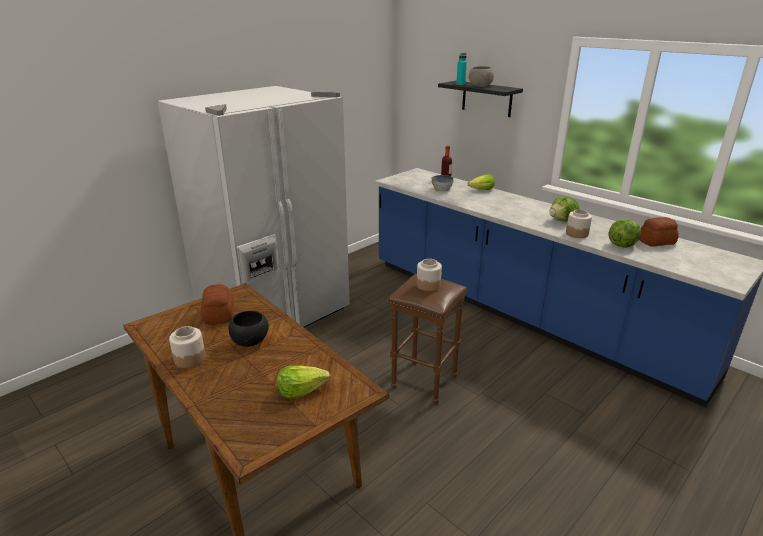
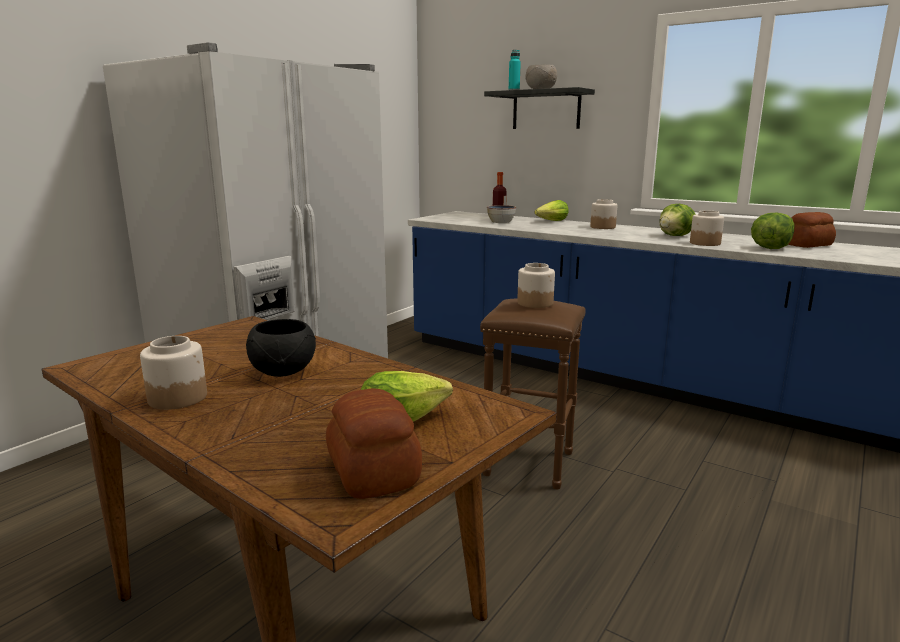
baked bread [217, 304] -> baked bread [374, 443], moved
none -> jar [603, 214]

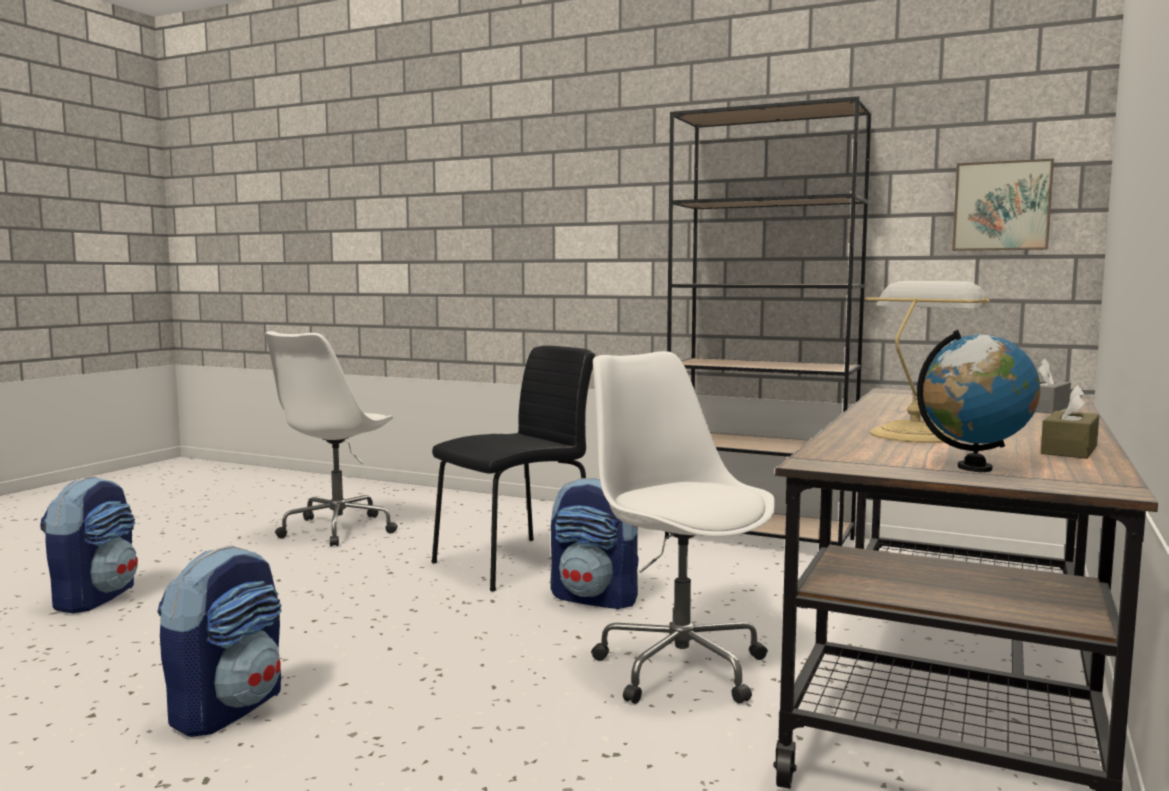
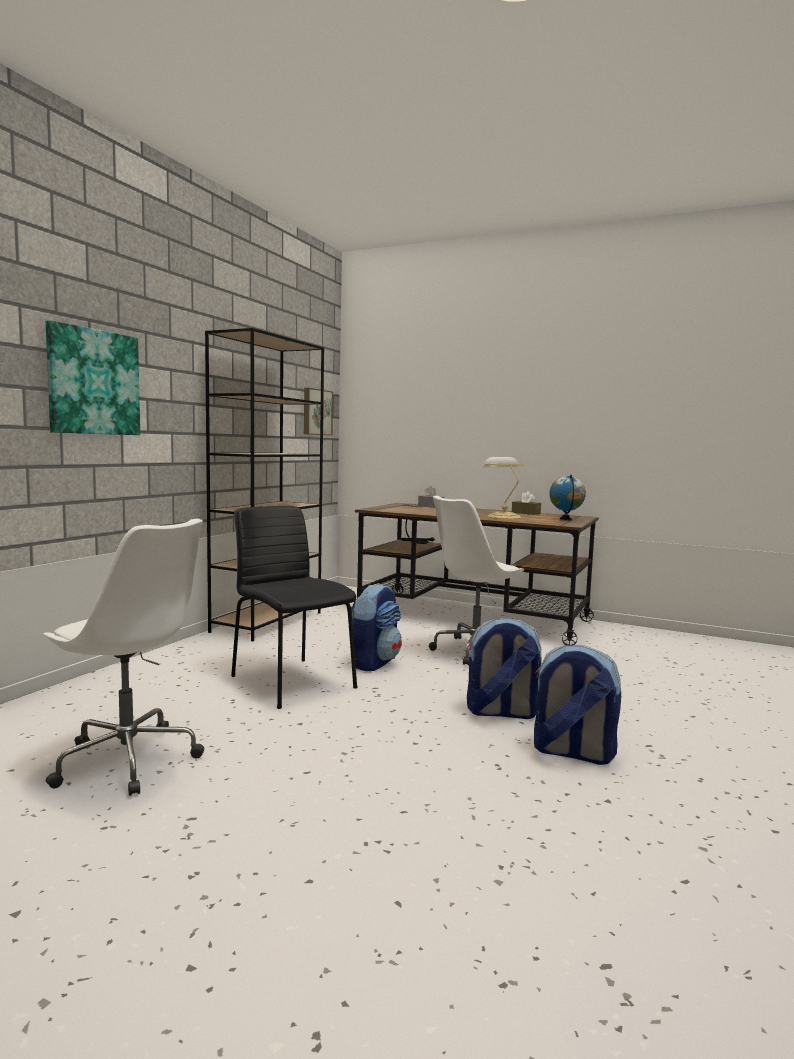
none -> wall art [93, 377]
rucksack [89, 544] -> rucksack [504, 668], moved

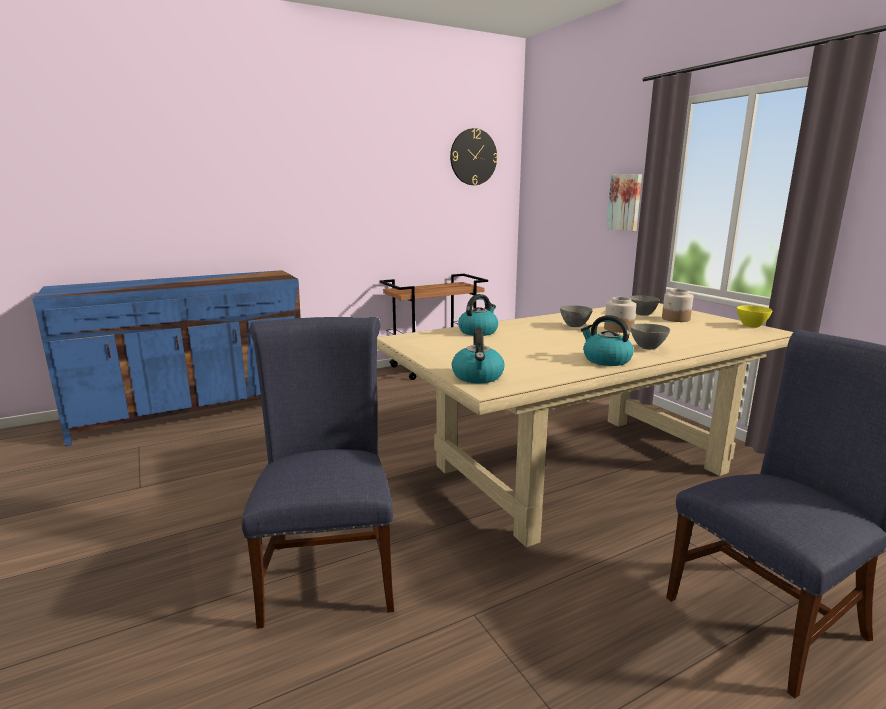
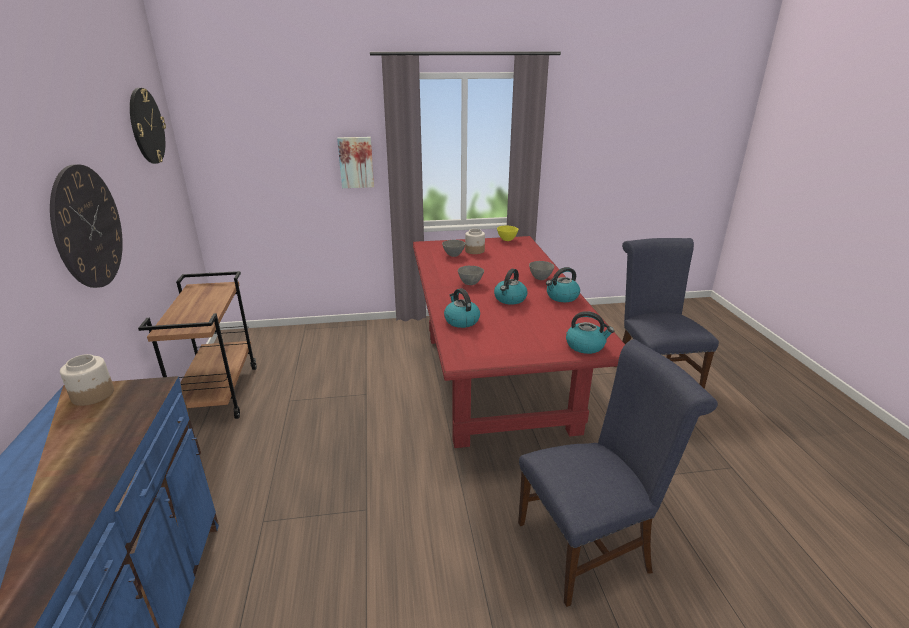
none -> wall clock [86, 226]
jar [620, 315] -> jar [87, 380], moved
beige-coloured dinner table [585, 425] -> red-coloured dinner table [519, 342]
none -> water kettle [510, 287]
blue plain chair [318, 473] -> blue plain chair [618, 473], 150 degrees clockwise

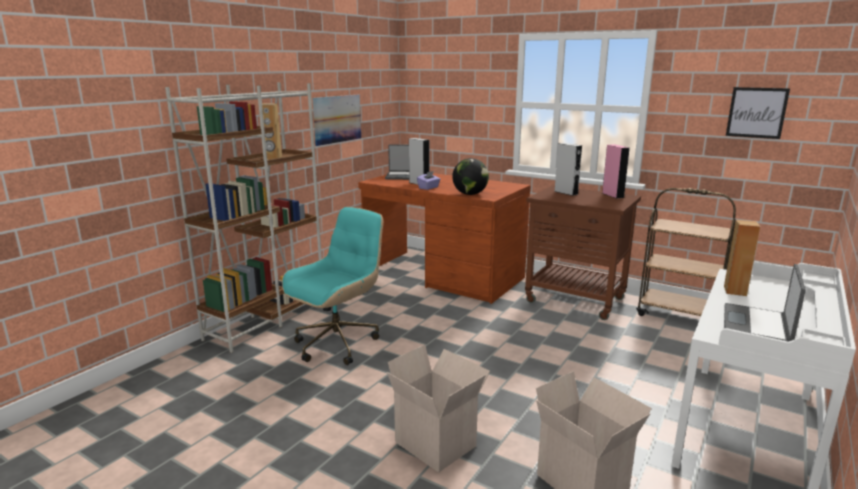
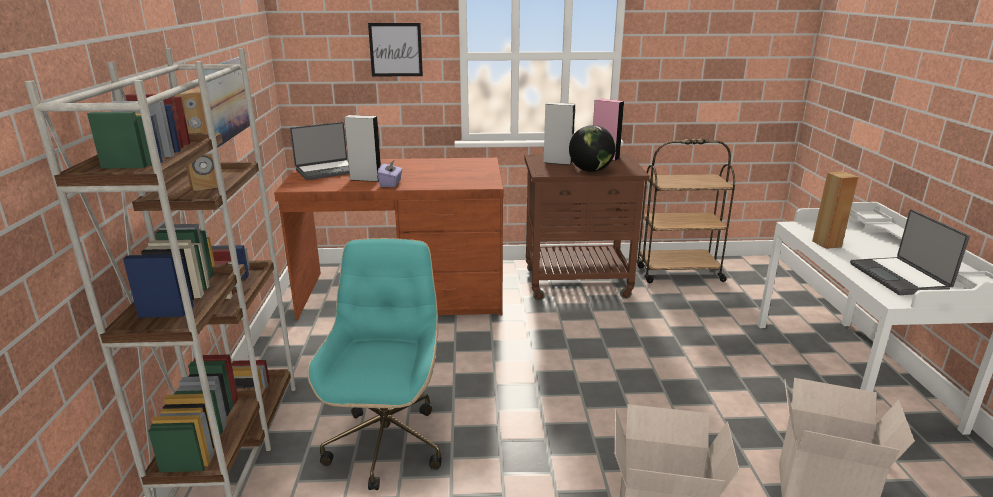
wall art [758, 113] -> wall art [395, 49], moved
globe [470, 176] -> globe [592, 148], moved

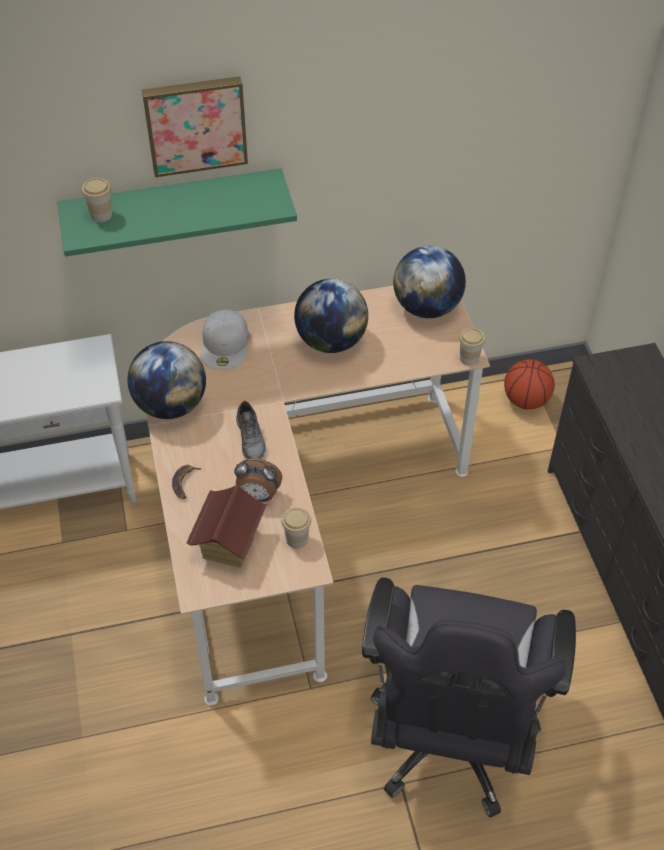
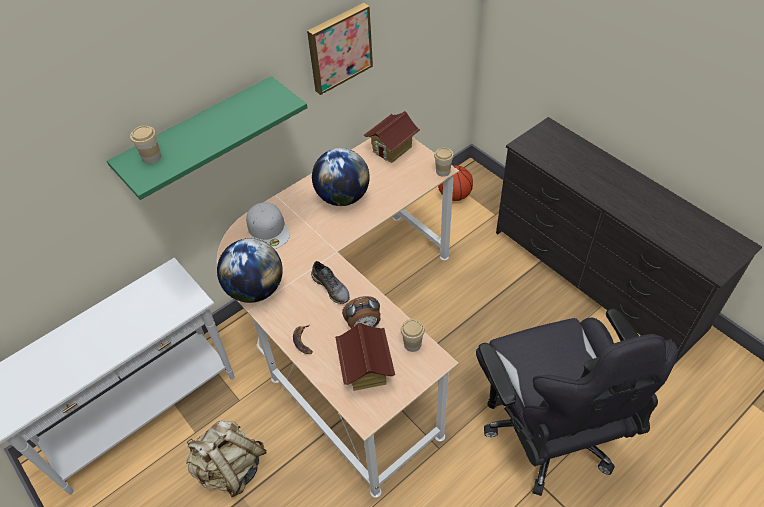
none -> beige-coloured rucksack [226, 458]
wall art [195, 126] -> wall art [340, 49], moved
globe [429, 282] -> model house [391, 137]

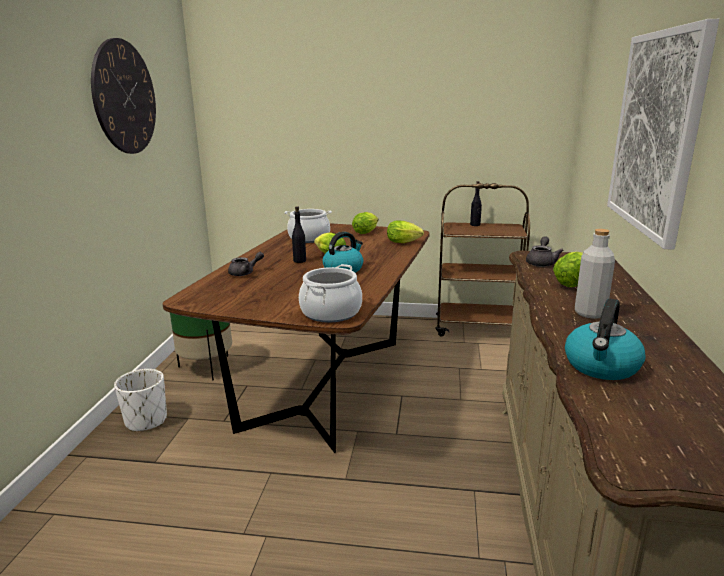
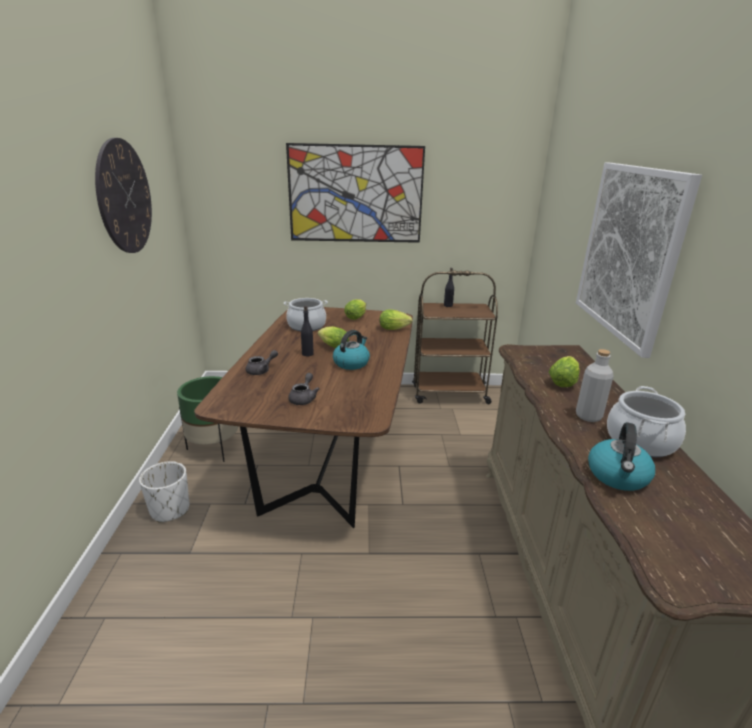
none -> wall art [355, 193]
grey teapot [544, 251] -> grey teapot [304, 389], moved
saucepot [330, 293] -> saucepot [646, 421], moved

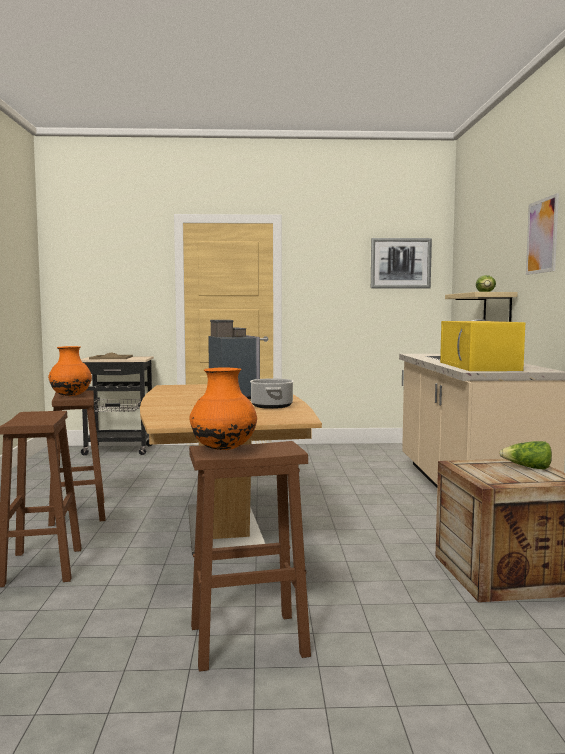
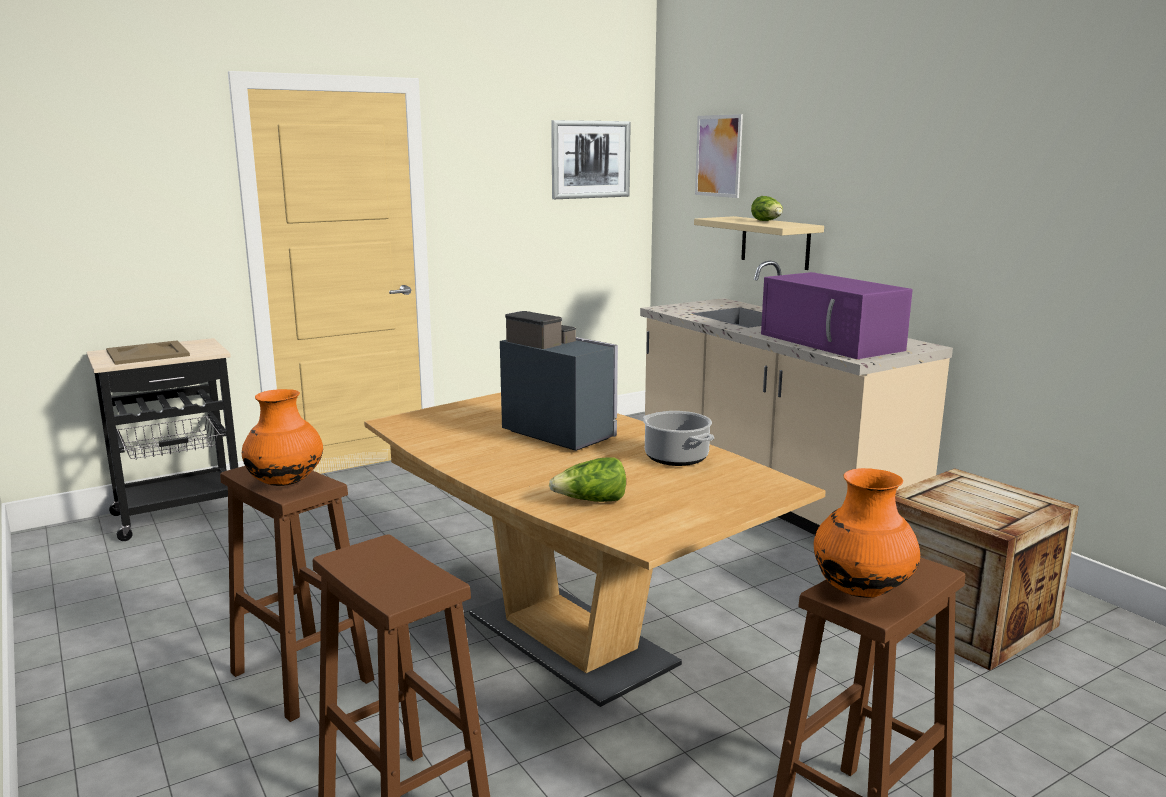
head of lettuce [525, 455] -> head of lettuce [587, 479], moved
wall art [542, 234] -> wall art [719, 156], moved
yellow microwave oven [482, 346] -> purple microwave oven [837, 315]

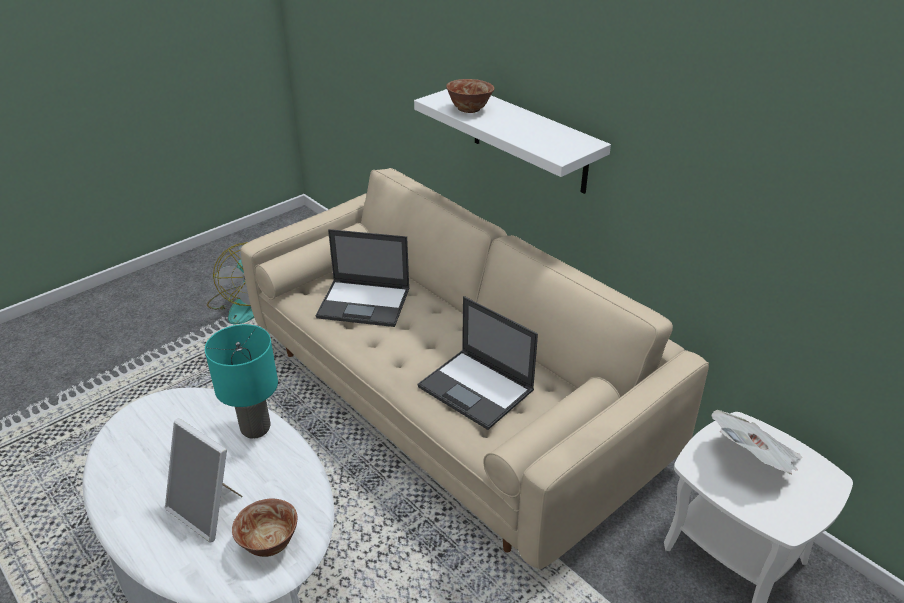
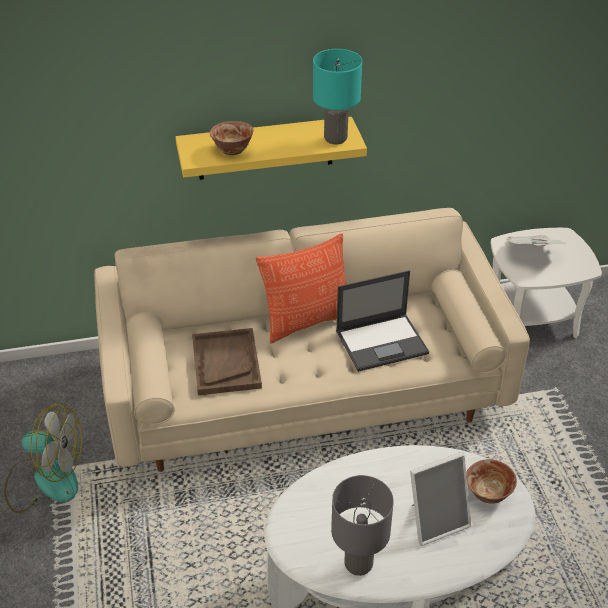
whitish wall shelf [512, 141] -> yellow wall shelf [271, 148]
portable computer [363, 278] -> brownish serving tray [227, 361]
none -> orangey throw pillow [301, 288]
blue-green tabletop lamp [241, 381] -> blue-green tabletop lamp [337, 97], moved
none -> grey tabletop lamp [362, 525]

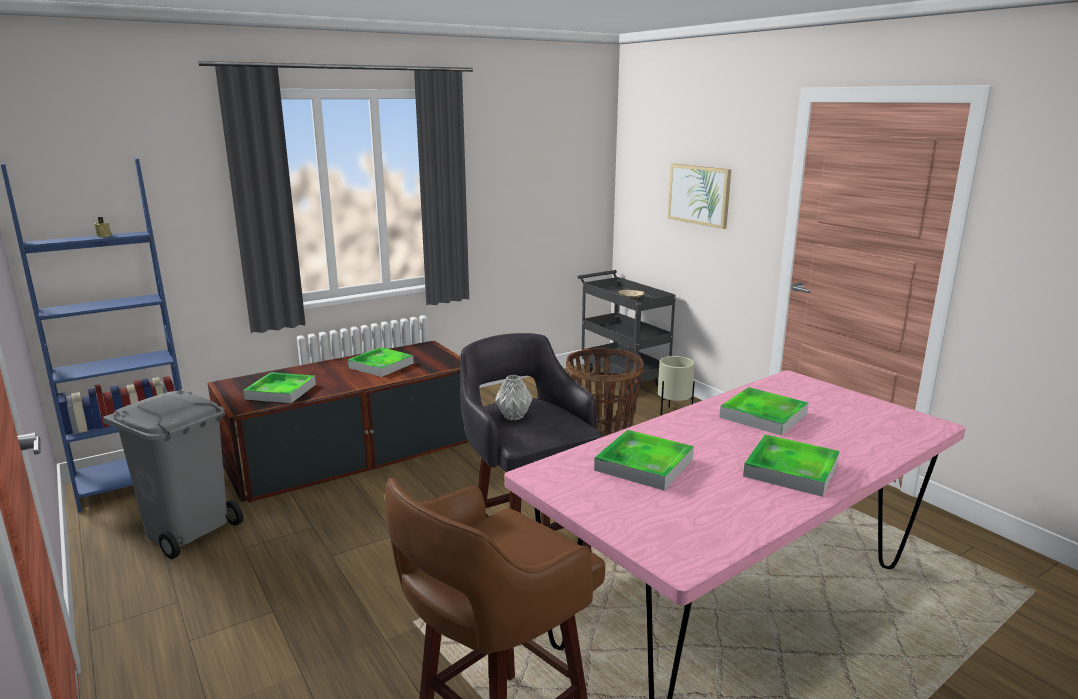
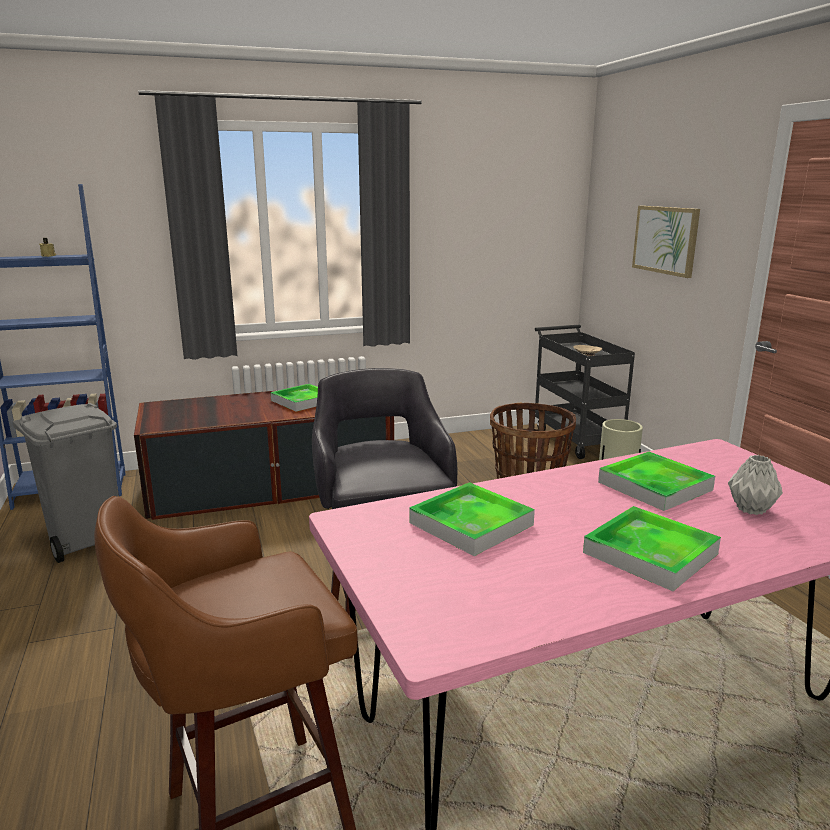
grey vase [514, 397] -> grey vase [755, 485], moved
serving tray [279, 387] -> none

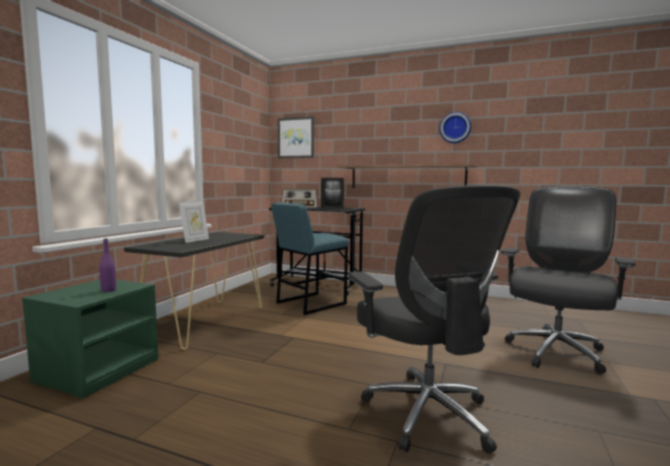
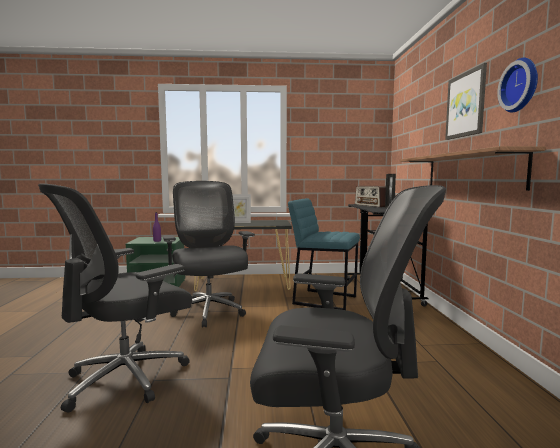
none -> computer chair [209, 254]
wall art [296, 137] -> wall art [466, 101], moved

